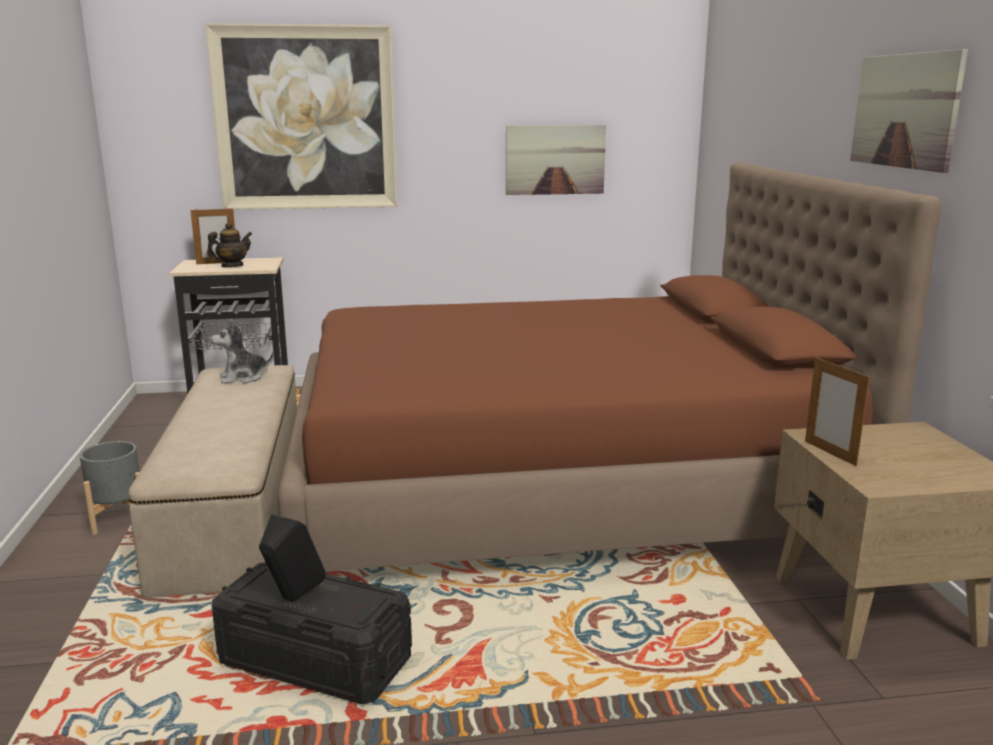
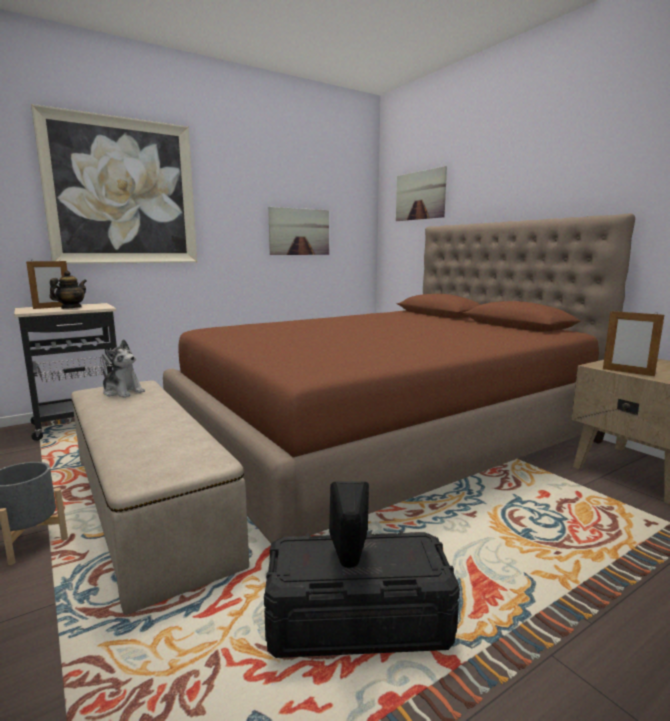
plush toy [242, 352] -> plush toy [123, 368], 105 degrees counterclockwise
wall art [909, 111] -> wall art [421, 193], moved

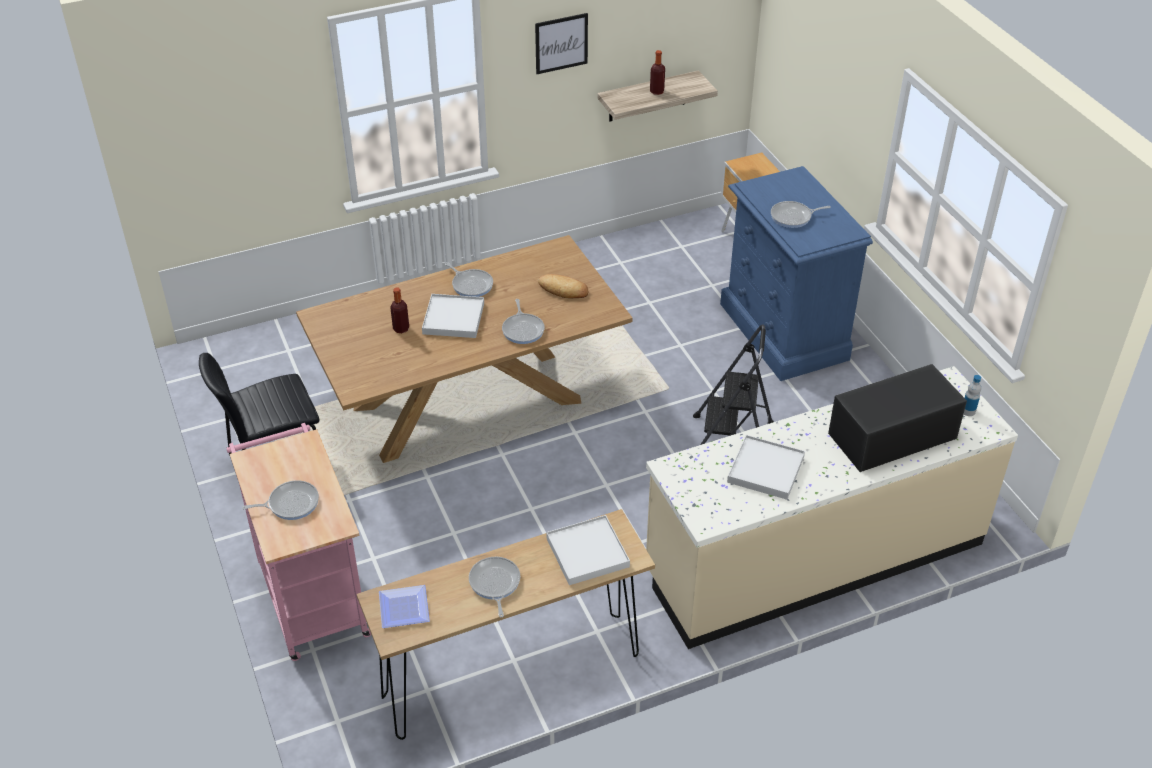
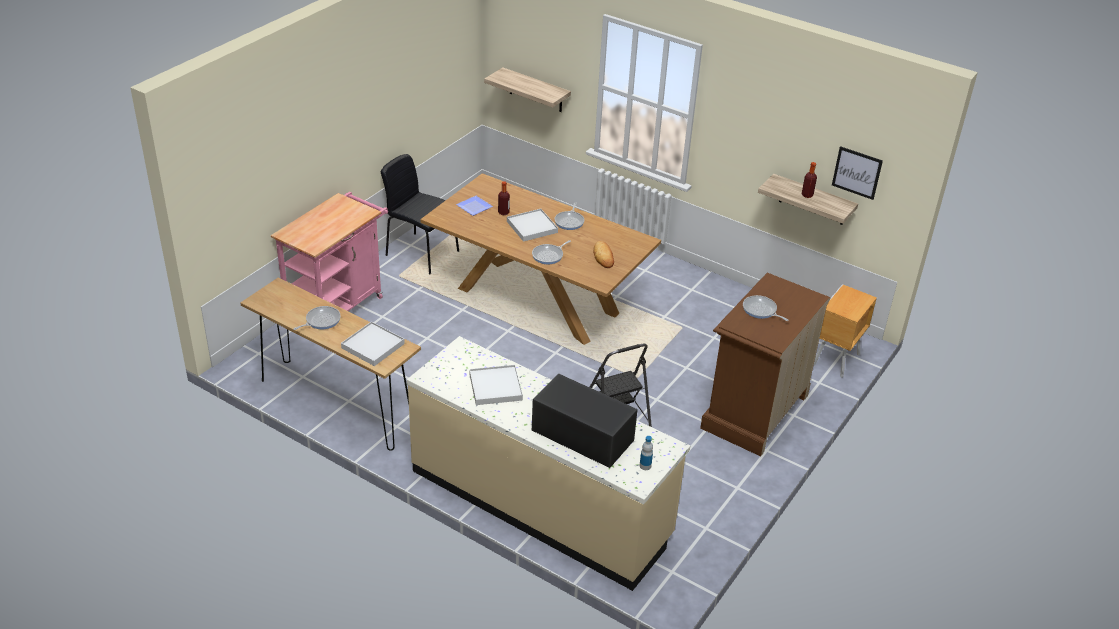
plate [404, 606] -> plate [474, 206], moved
none -> wall shelf [527, 90]
blue chest of drawers [796, 273] -> brownish chest of drawers [765, 364]
wall art [561, 43] -> wall art [857, 173], moved
frying pan [280, 500] -> none

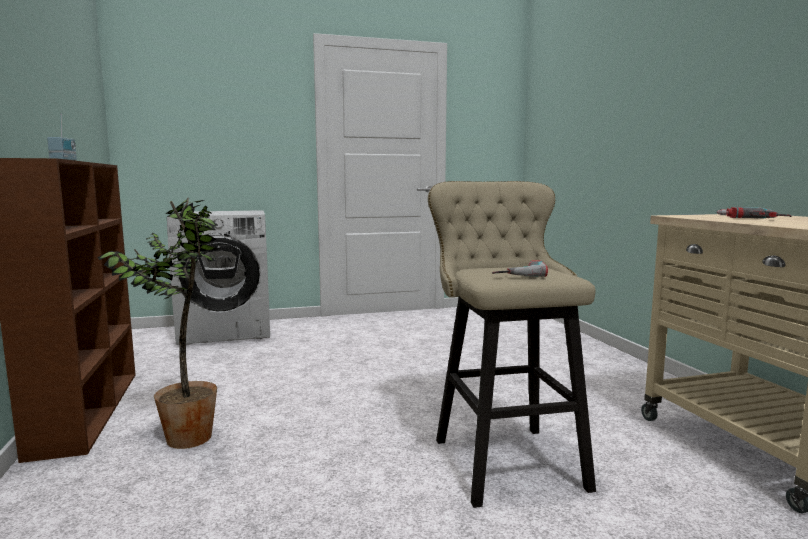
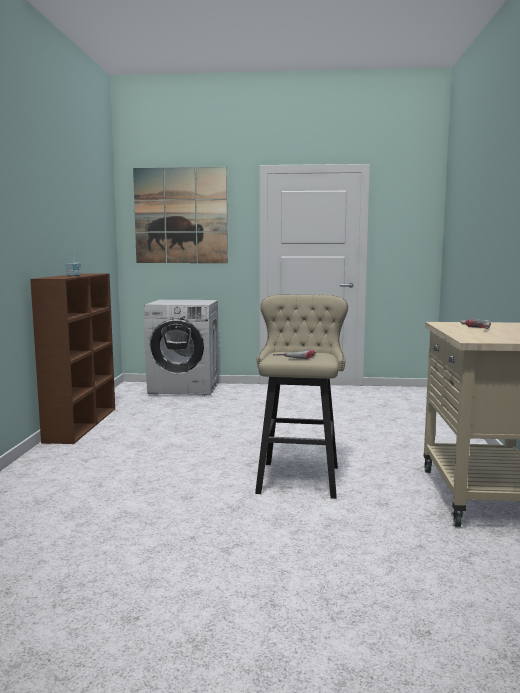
none -> wall art [180, 215]
potted plant [157, 323] -> none

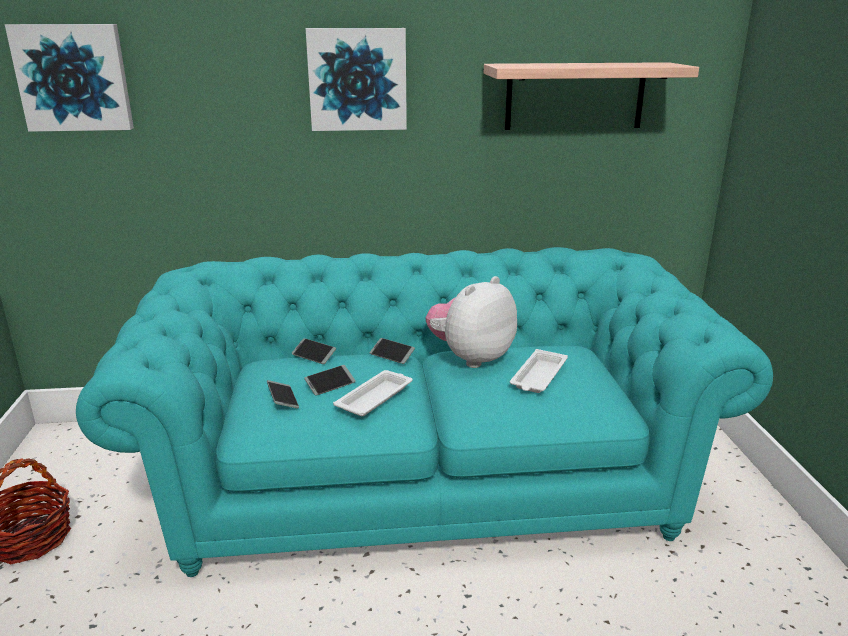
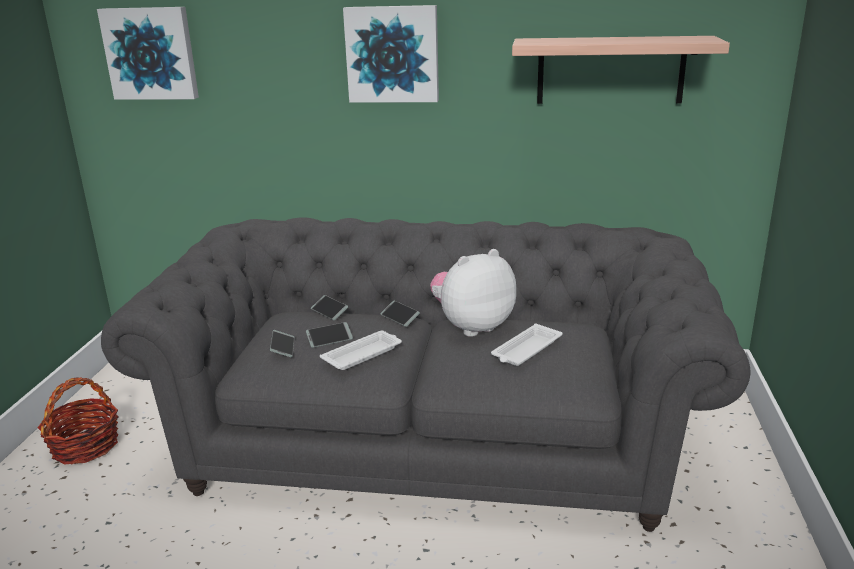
blue-green couch [424, 412] -> grey couch [426, 374]

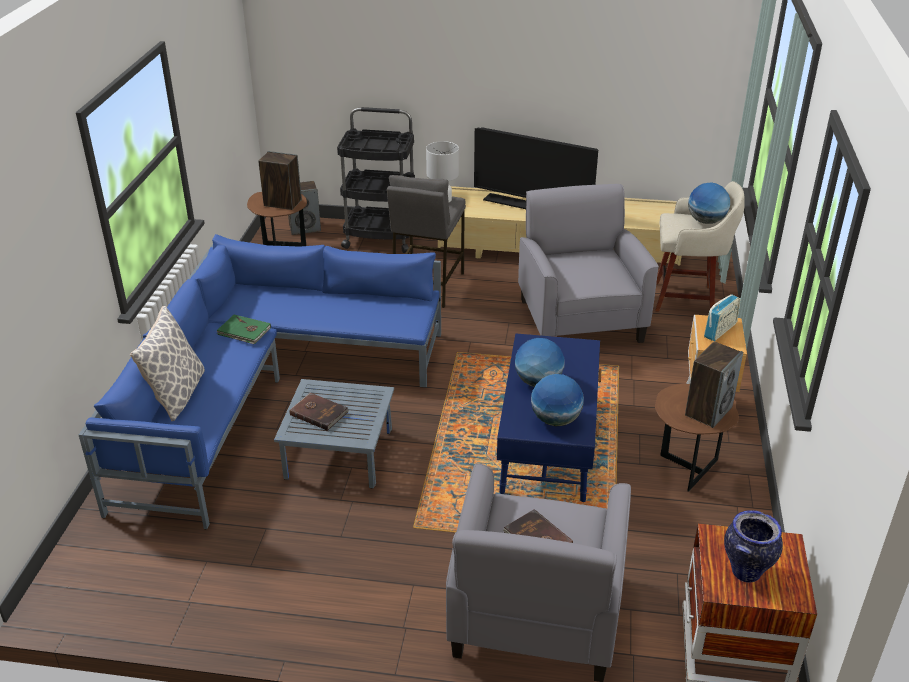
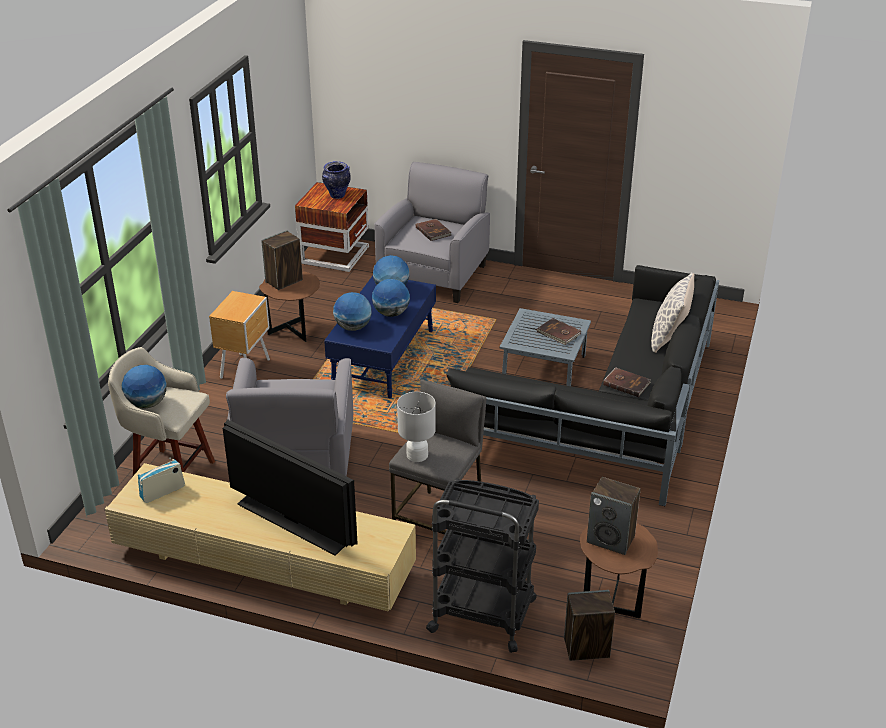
radio receiver [722, 318] -> radio receiver [161, 480], moved
none -> globe [352, 311]
blue couch [260, 382] -> black-coloured couch [583, 385]
green book [244, 329] -> brownish book [627, 382]

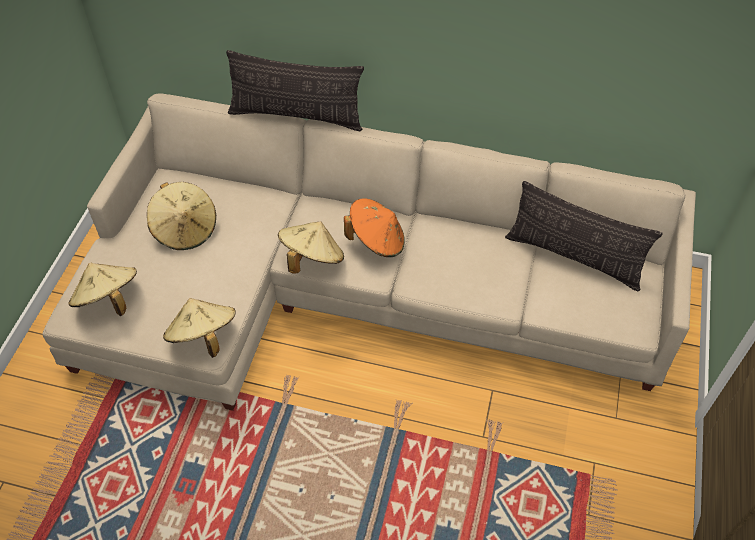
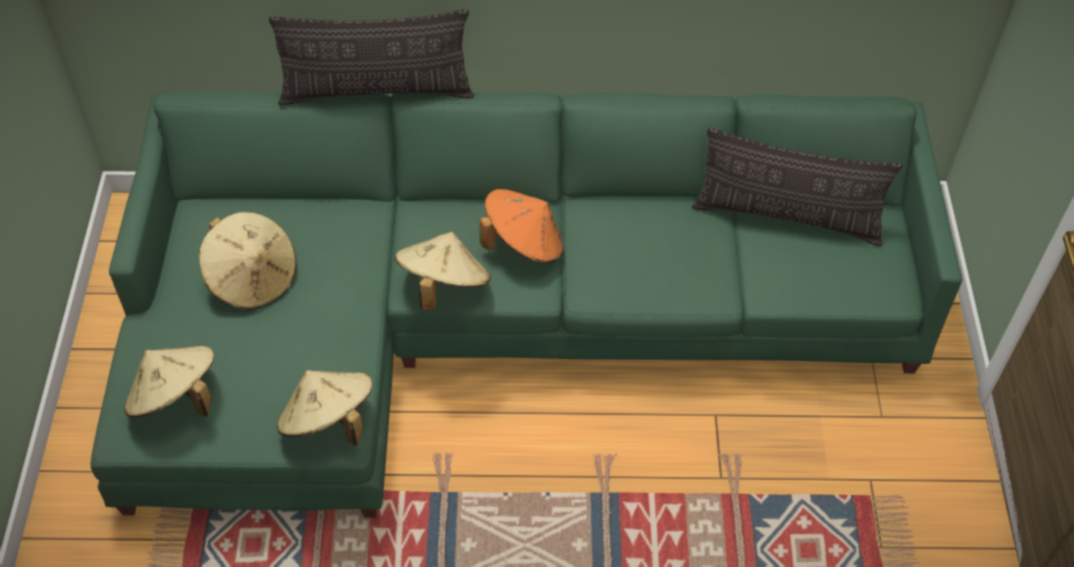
beige-coloured couch [369, 252] -> green couch [527, 305]

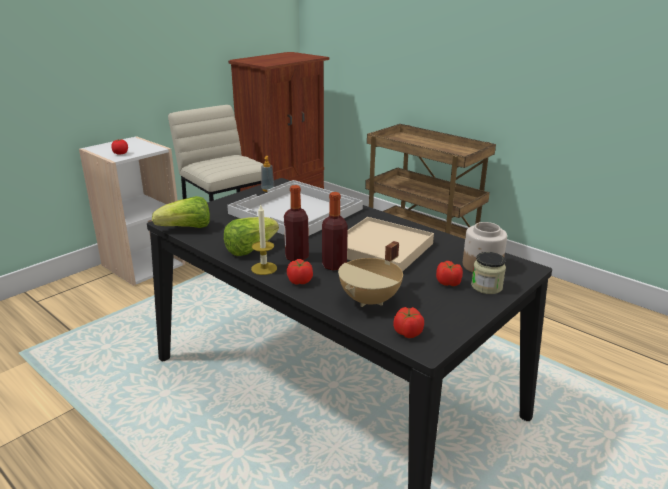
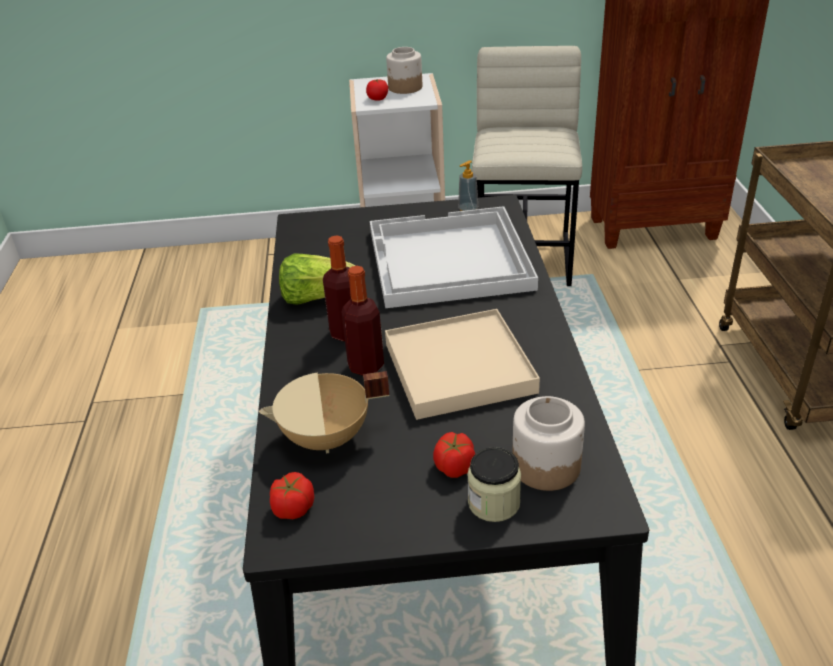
none -> jar [404, 70]
head of lettuce [181, 212] -> none
wax candle [264, 240] -> none
whole tomato [300, 272] -> none

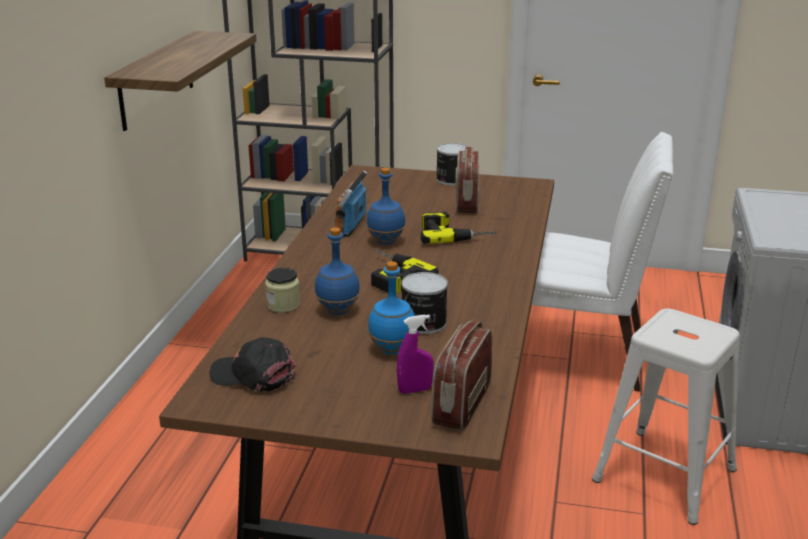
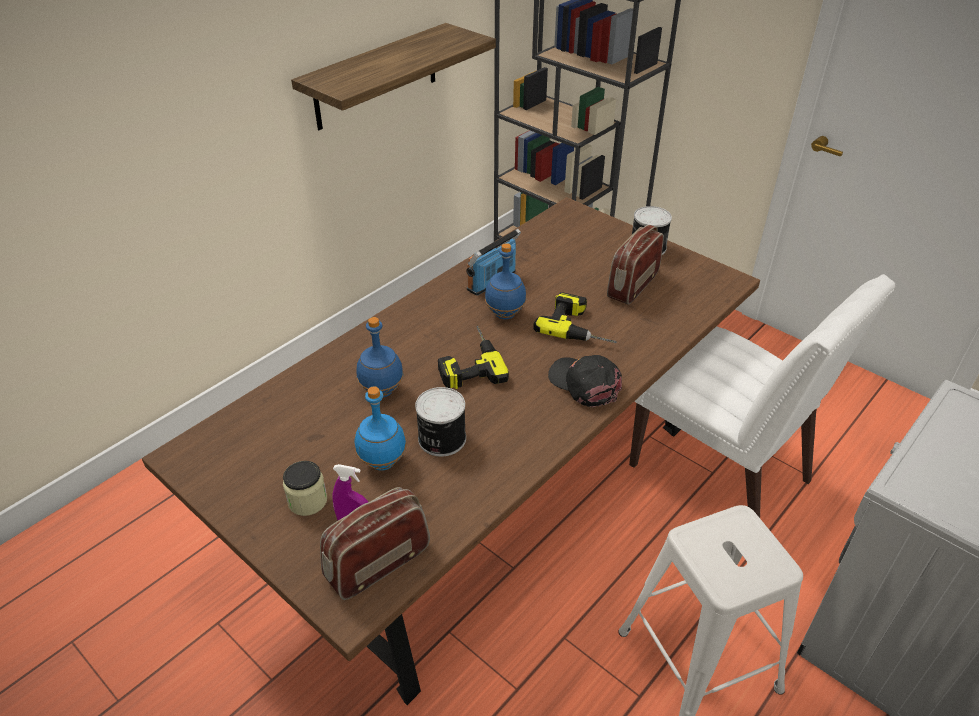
jar [282, 290] -> jar [305, 488], moved
black-coloured cap [252, 364] -> black-coloured cap [585, 381], moved

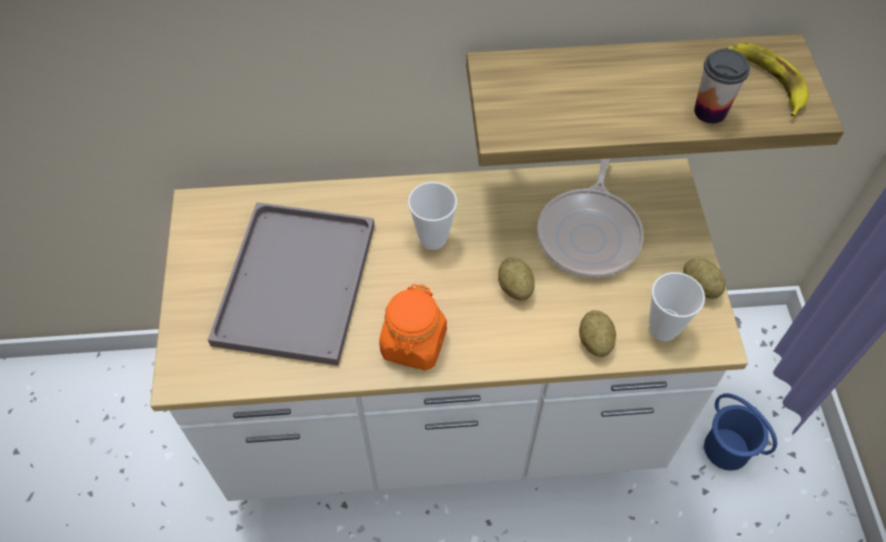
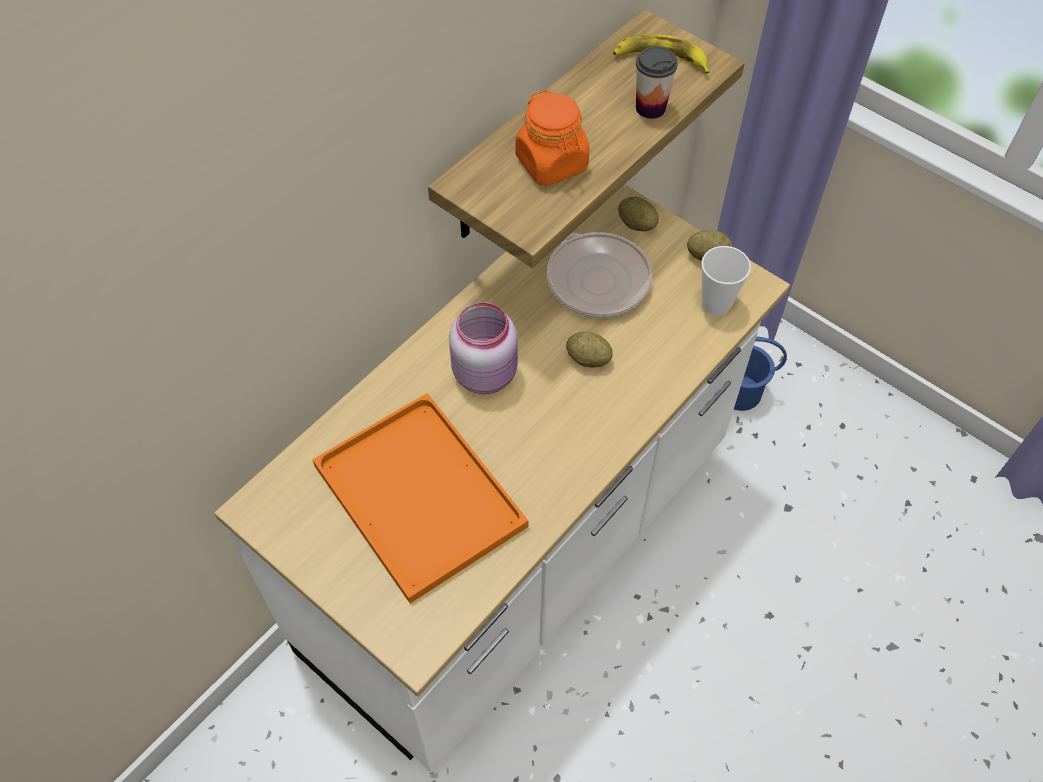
grey serving tray [291, 284] -> orangey serving tray [420, 498]
cup [432, 216] -> pink jar [483, 348]
orangey jar [413, 327] -> orangey jar [552, 137], moved
spud [597, 333] -> spud [638, 214], moved

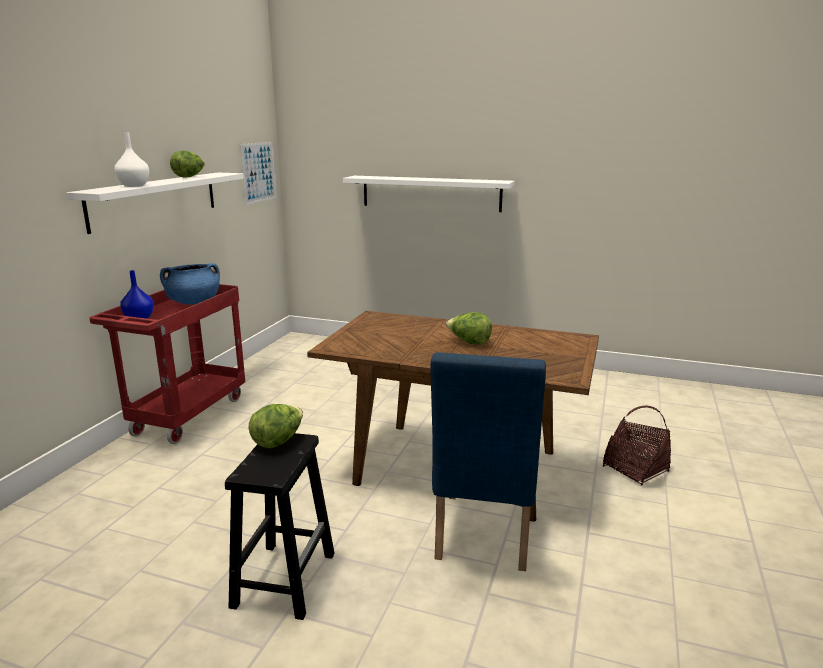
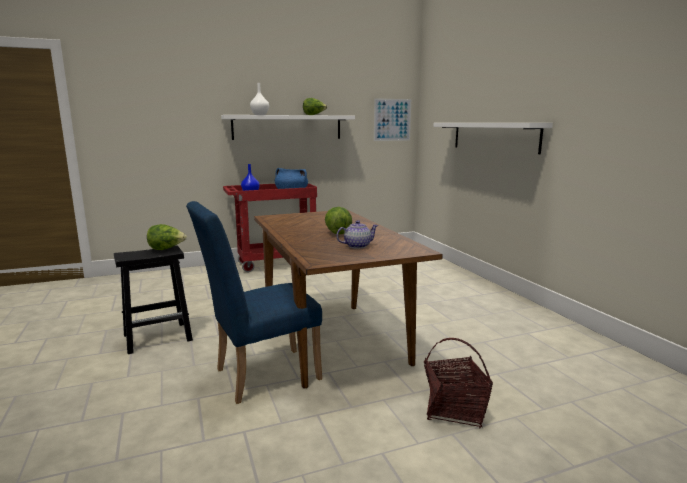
none -> teapot [357, 234]

